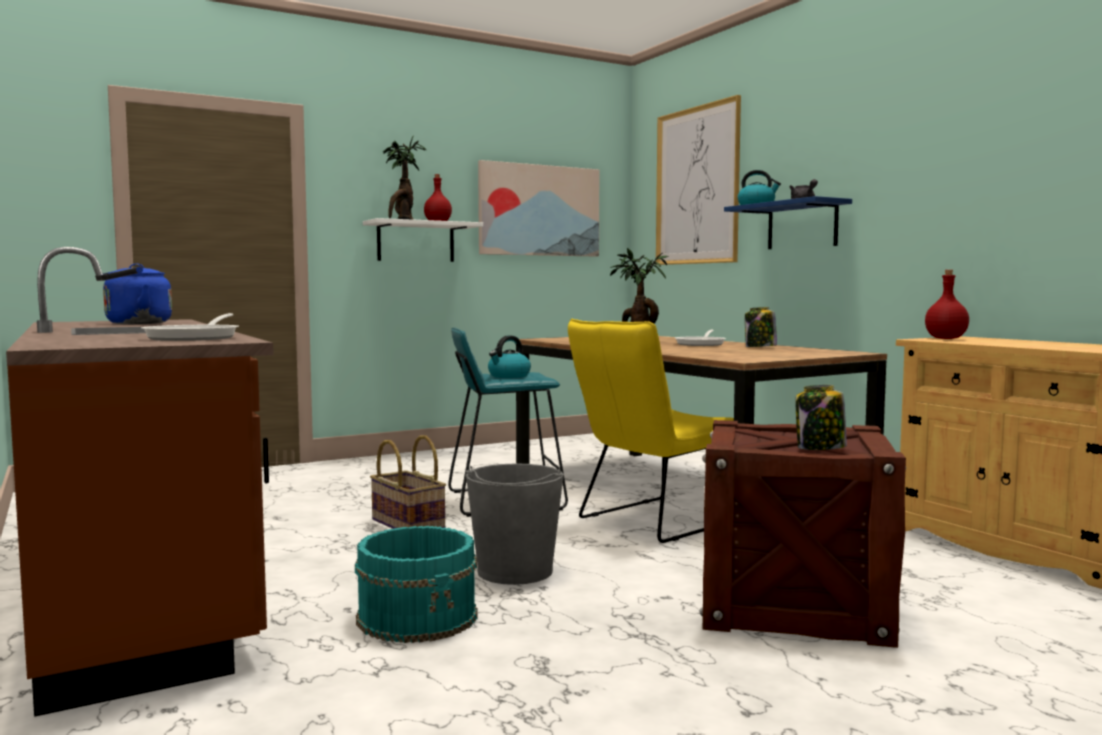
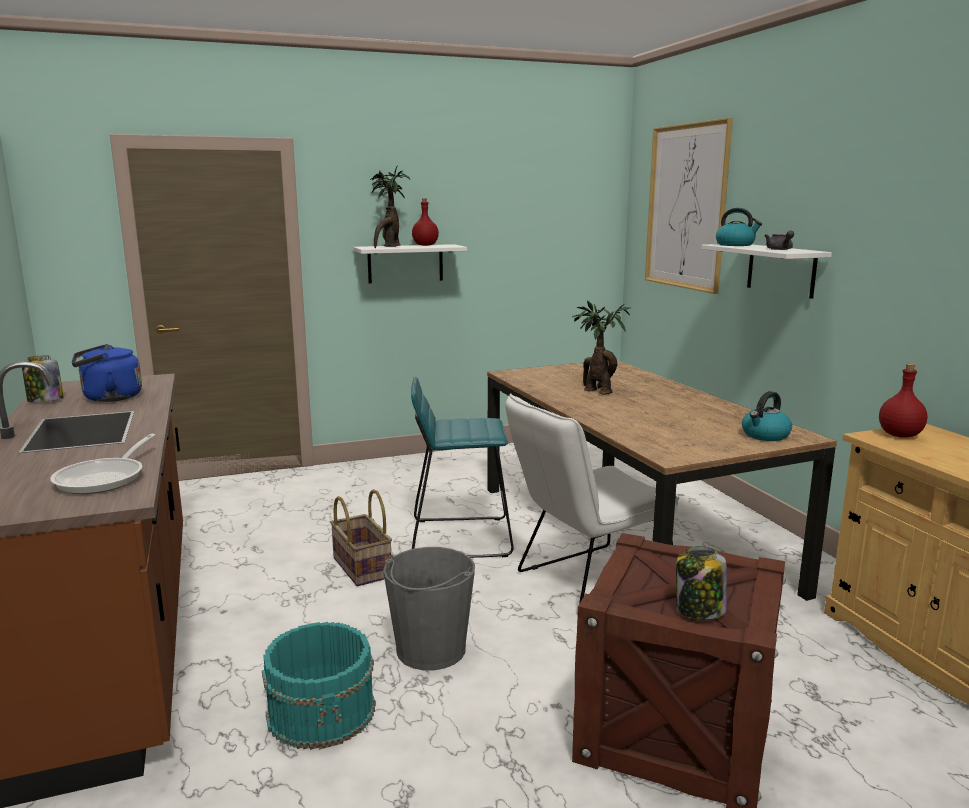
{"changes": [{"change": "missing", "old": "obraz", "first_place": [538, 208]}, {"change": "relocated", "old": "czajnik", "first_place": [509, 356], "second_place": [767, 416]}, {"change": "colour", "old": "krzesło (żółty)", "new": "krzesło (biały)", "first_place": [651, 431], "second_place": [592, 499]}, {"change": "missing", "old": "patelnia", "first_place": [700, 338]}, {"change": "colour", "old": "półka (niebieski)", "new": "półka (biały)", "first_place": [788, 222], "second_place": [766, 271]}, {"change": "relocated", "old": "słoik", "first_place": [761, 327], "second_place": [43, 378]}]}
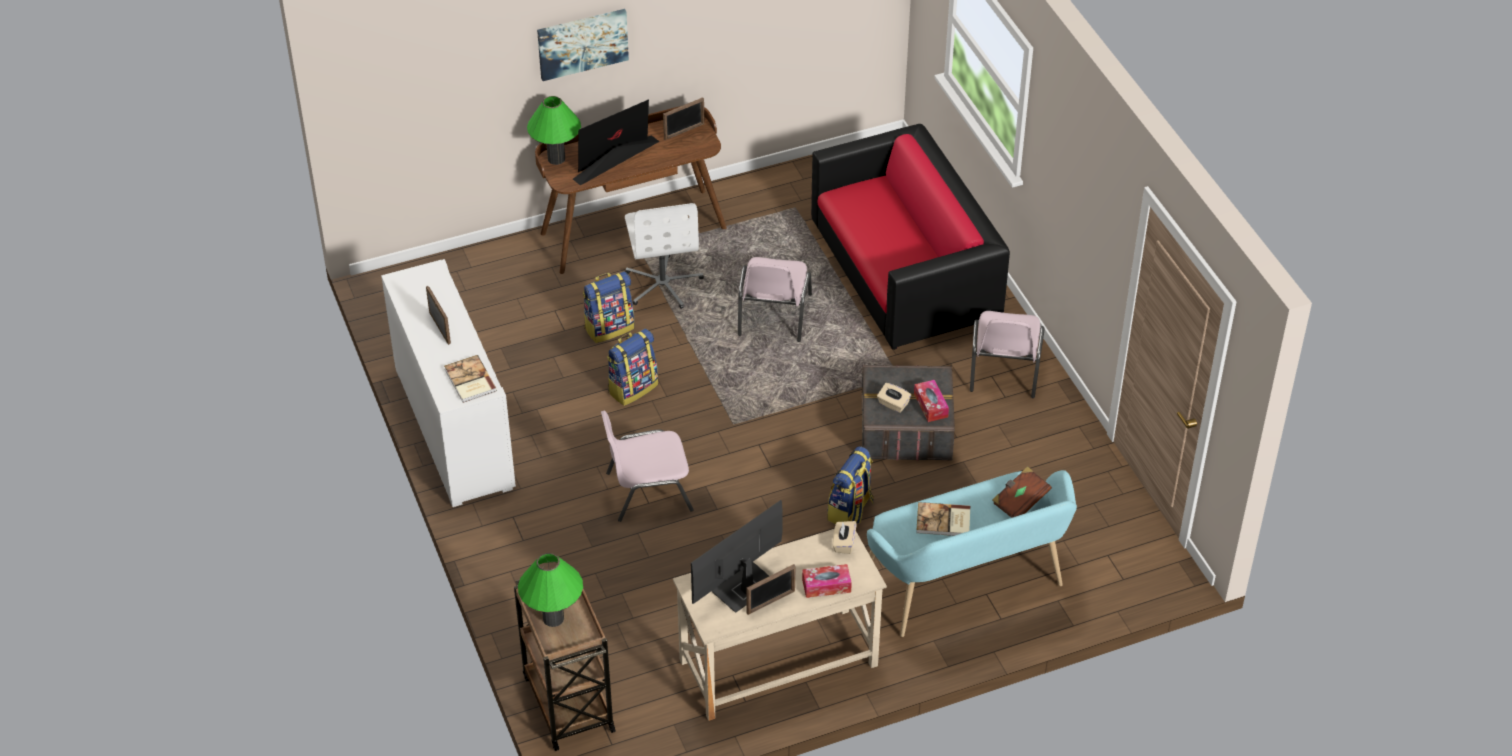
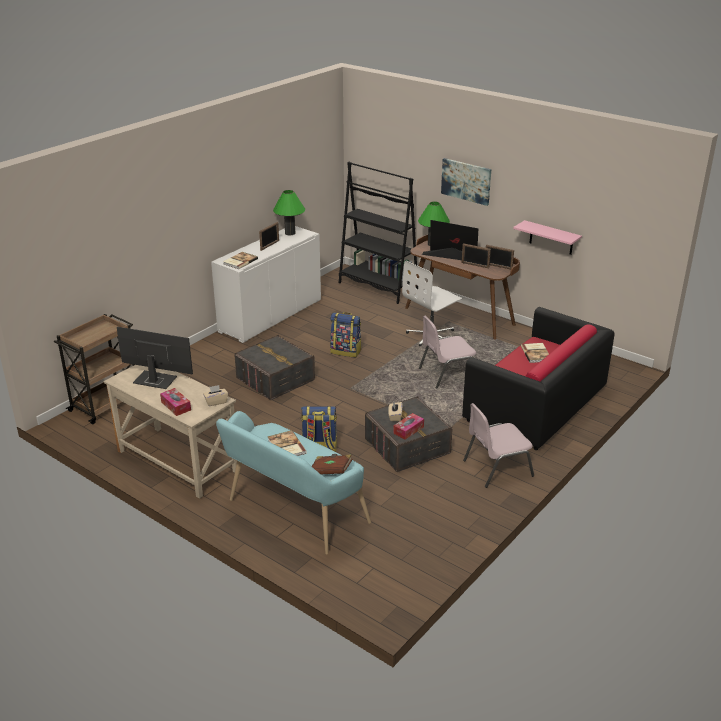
{"changes": [{"change": "relocated", "old": "lampa stołowa (zielony)", "first_place": [550, 590], "second_place": [289, 212]}, {"change": "missing", "old": "plecak", "first_place": [609, 307]}, {"change": "exchanged", "old": "krzesło (różowy)", "new": "pojemnik do przechowywania (szary)", "first_place": [647, 466], "second_place": [275, 367]}, {"change": "relocated", "old": "ramka na zdjęcie", "first_place": [771, 589], "second_place": [476, 256]}, {"change": "appeared", "new": "regał (czarny)", "second_place": [378, 233]}, {"change": "appeared", "new": "półka (różowy)", "second_place": [547, 237]}, {"change": "appeared", "new": "książka", "second_place": [535, 353]}]}
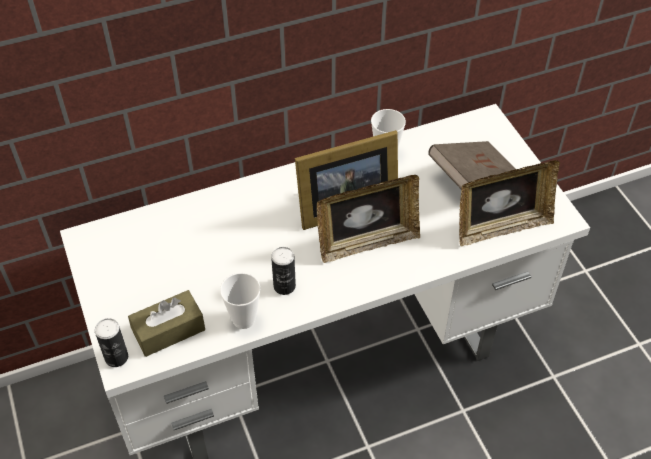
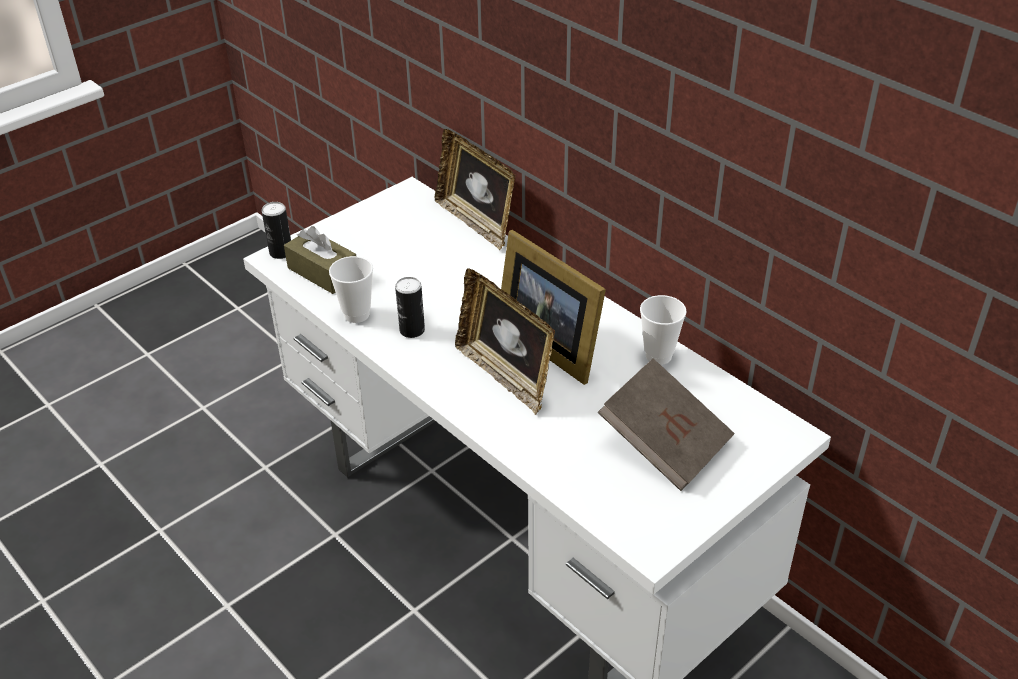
{"changes": [{"change": "relocated", "old": "ramka na zdjęcie", "first_place": [509, 203], "second_place": [475, 189]}]}
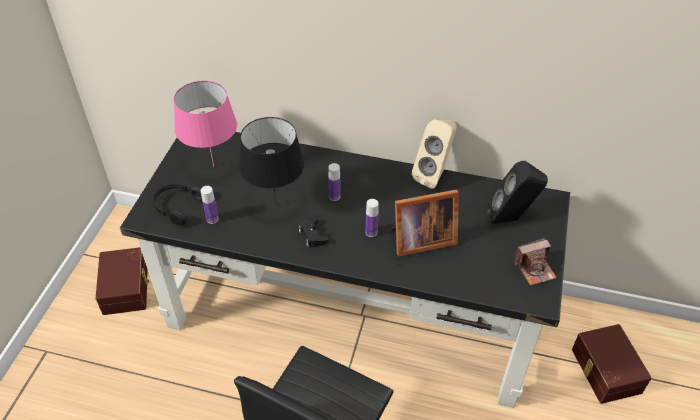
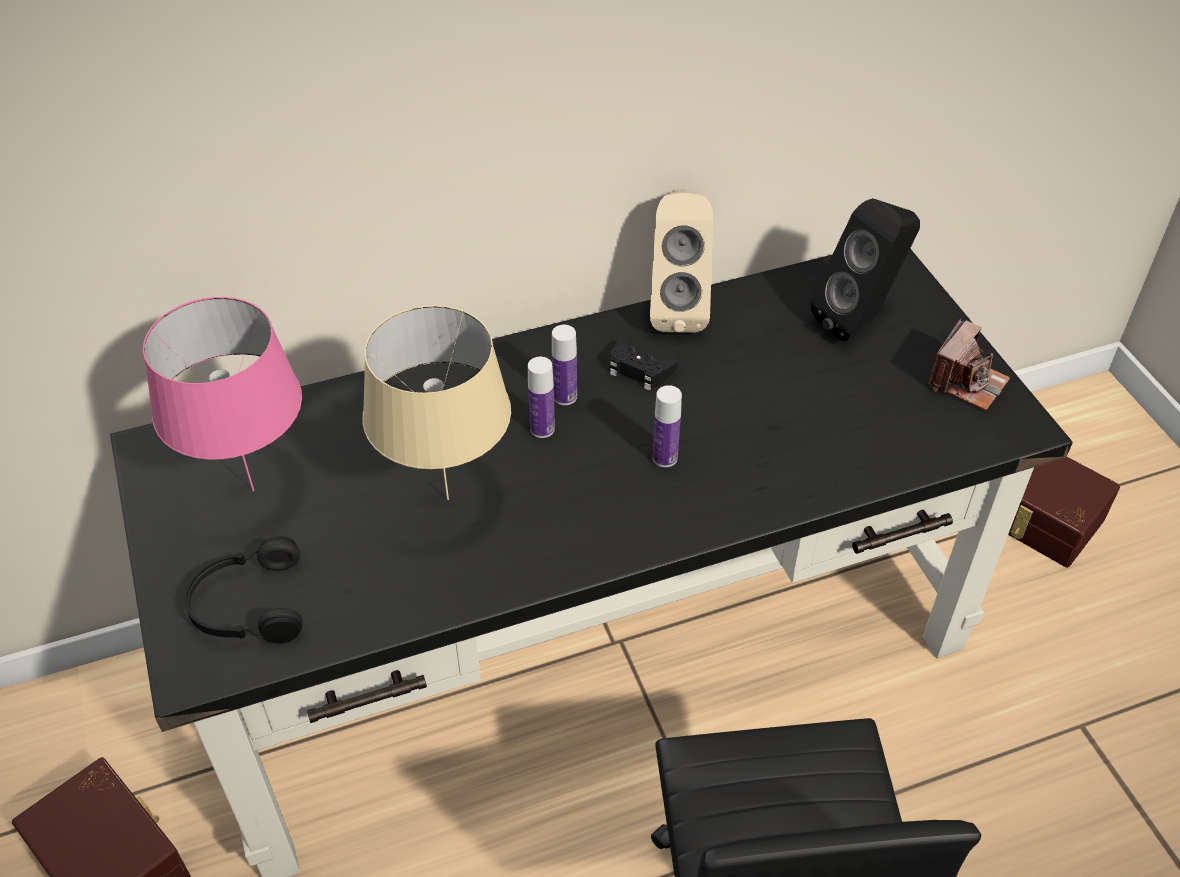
{"changes": [{"change": "relocated", "old": "butelka", "first_place": [210, 205], "second_place": [564, 365]}, {"change": "colour", "old": "lampa stołowa (czarny)", "new": "lampa stołowa (beżowy)", "first_place": [271, 160], "second_place": [436, 402]}, {"change": "relocated", "old": "pad do gier (czarny)", "first_place": [314, 232], "second_place": [644, 364]}, {"change": "missing", "old": "ramka na zdjęcie", "first_place": [425, 223]}]}
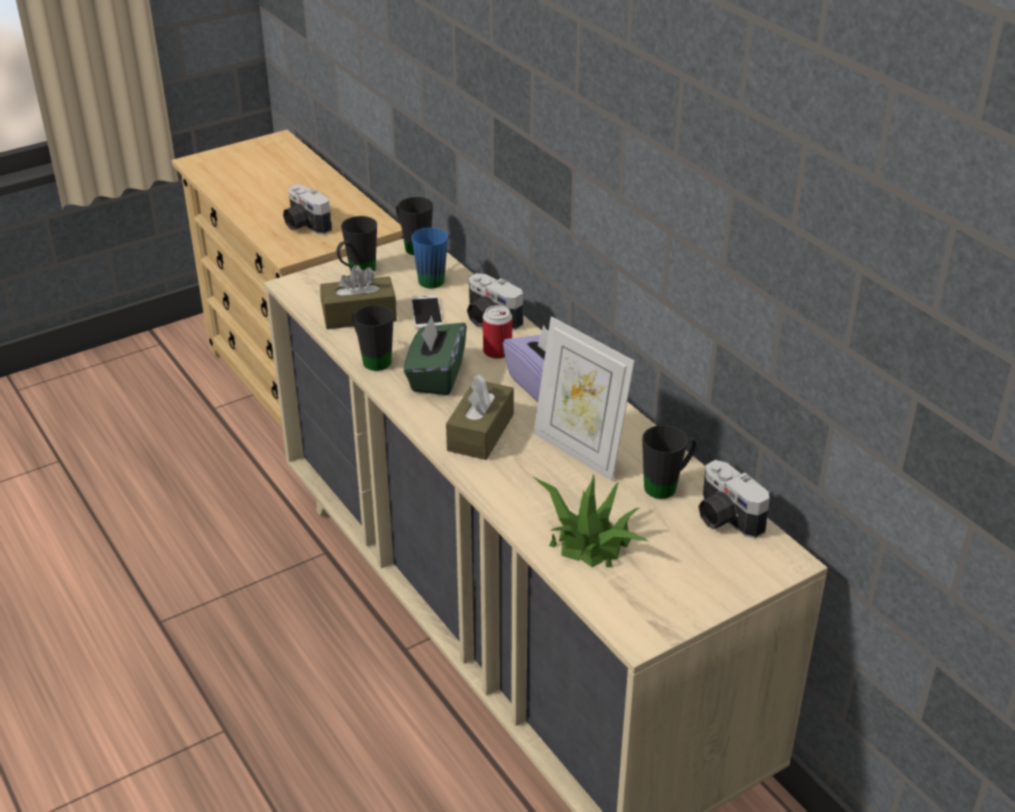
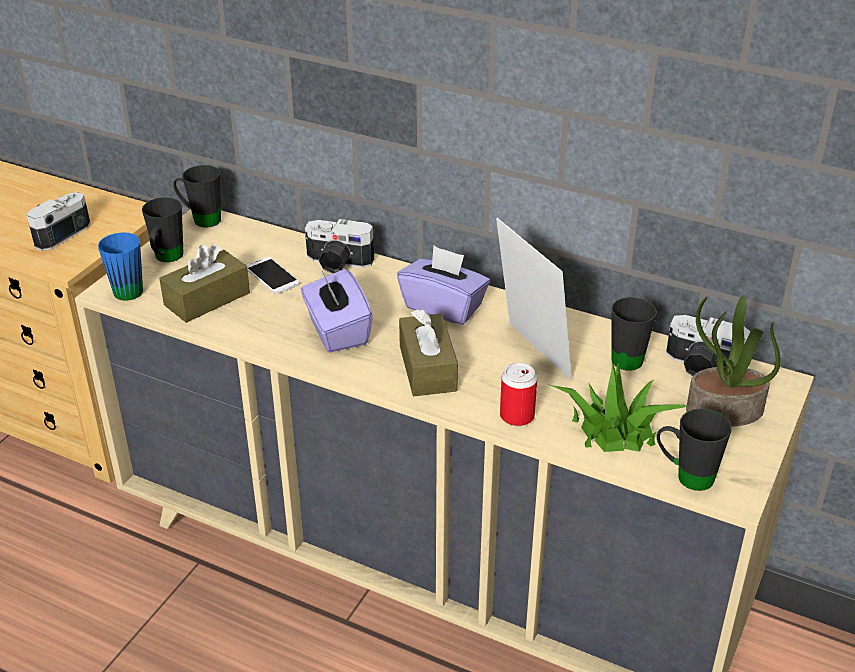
{"changes": [{"change": "spun", "old": "aparat fotograficzny", "first_place": [307, 210], "second_place": [58, 221], "degrees": 105}, {"change": "relocated", "old": "kubek (czarny)", "first_place": [373, 338], "second_place": [694, 450]}, {"change": "colour", "old": "pudełko chusteczek (zielony)", "new": "pudełko chusteczek (fioletowy)", "first_place": [435, 355], "second_place": [337, 310]}, {"change": "relocated", "old": "kubek (niebieski)", "first_place": [430, 258], "second_place": [120, 266]}, {"change": "relocated", "old": "puszka", "first_place": [497, 332], "second_place": [518, 394]}, {"change": "spun", "old": "ramka na zdjęcie", "first_place": [584, 398], "second_place": [534, 299], "degrees": -135}, {"change": "appeared", "new": "roślina doniczkowa", "second_place": [733, 361]}]}
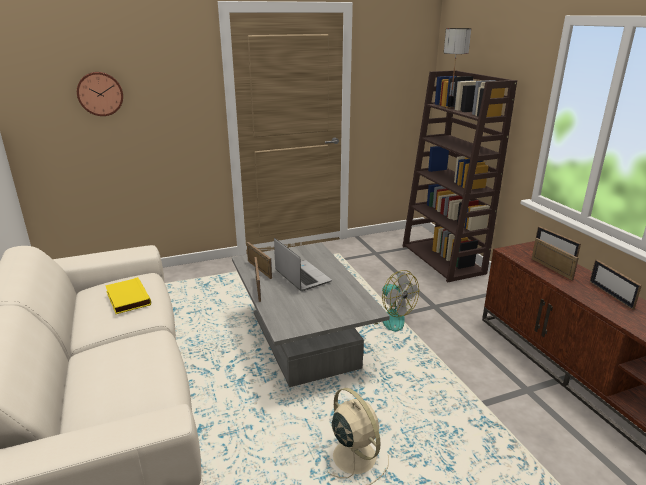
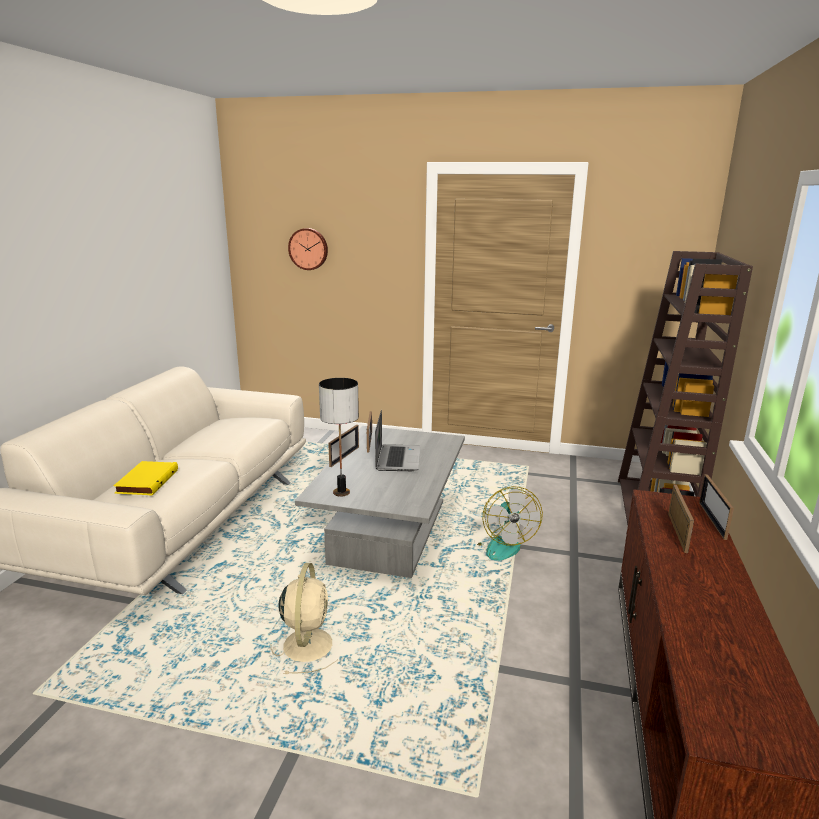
{"changes": [{"change": "relocated", "old": "książka (żółty)", "first_place": [128, 295], "second_place": [145, 478]}, {"change": "relocated", "old": "lampa stołowa", "first_place": [457, 68], "second_place": [339, 437]}, {"change": "missing", "old": "ramka na zdjęcie", "first_place": [616, 284]}]}
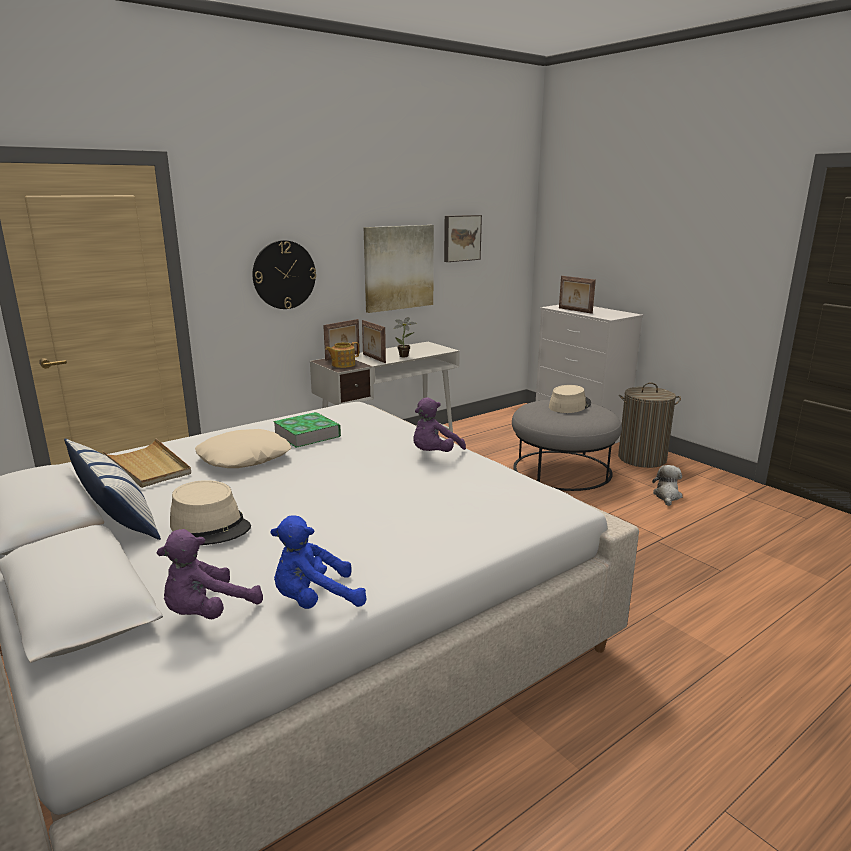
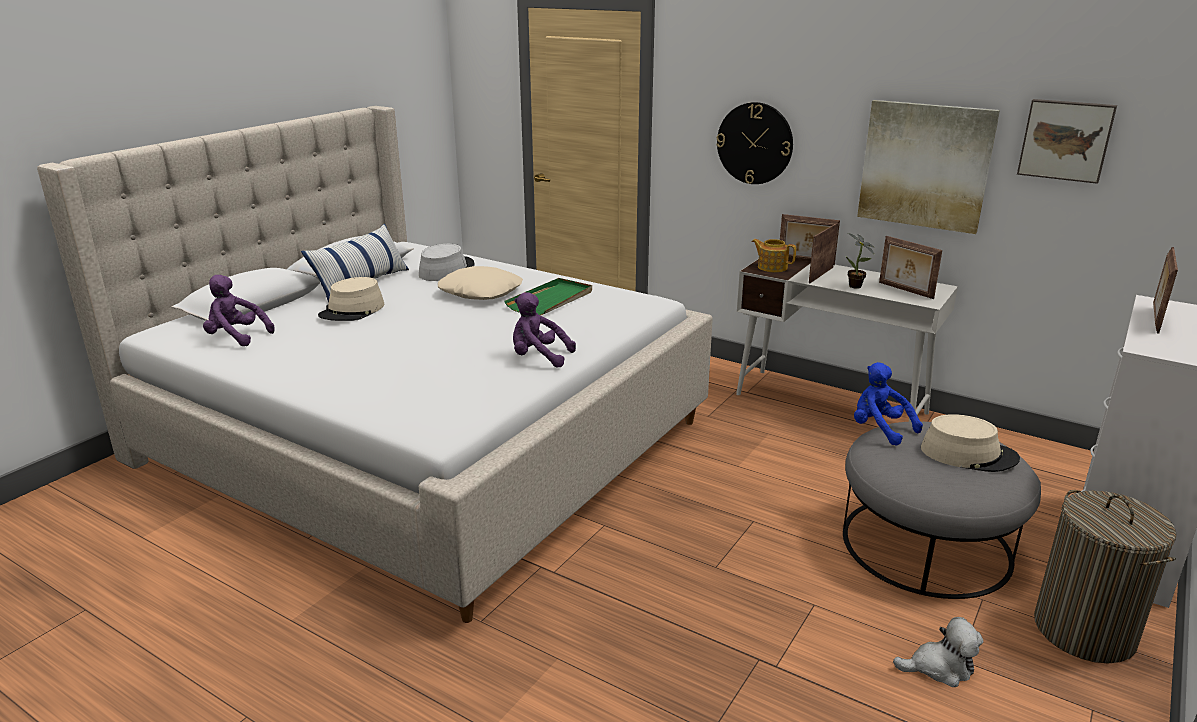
{"changes": [{"change": "exchanged", "old": "taca (beżowy)", "new": "kapelusz (szary)", "first_place": [146, 463], "second_place": [447, 262]}, {"change": "relocated", "old": "pluszak (niebieski)", "first_place": [318, 562], "second_place": [888, 404]}, {"change": "exchanged", "old": "książka", "new": "taca (zielony)", "first_place": [307, 430], "second_place": [548, 296]}, {"change": "appeared", "new": "ramka na zdjęcie", "second_place": [910, 267]}]}
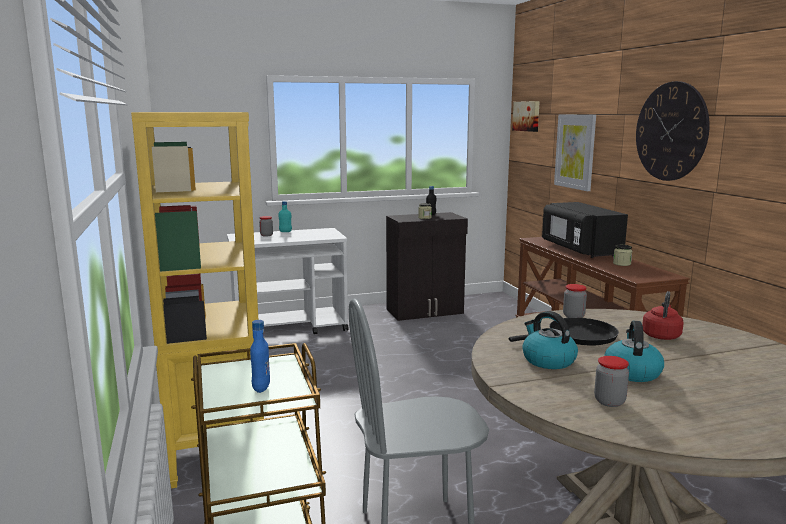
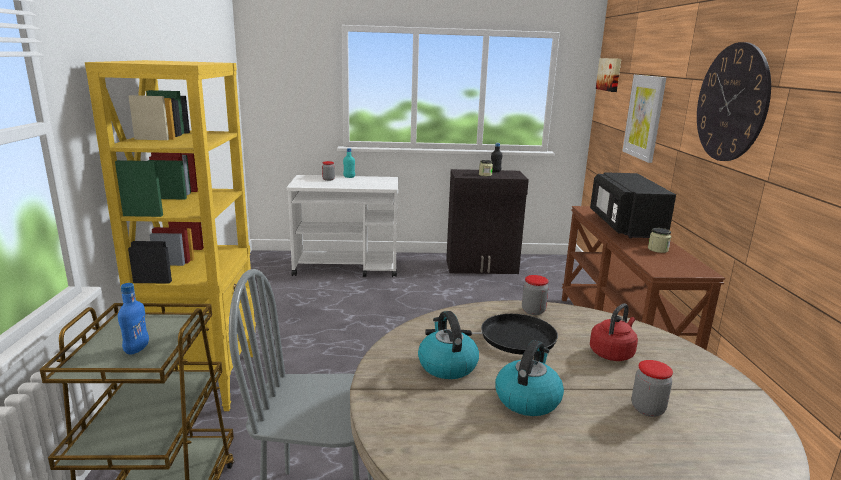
{"changes": [{"change": "relocated", "old": "słoik", "first_place": [611, 381], "second_place": [652, 388]}]}
